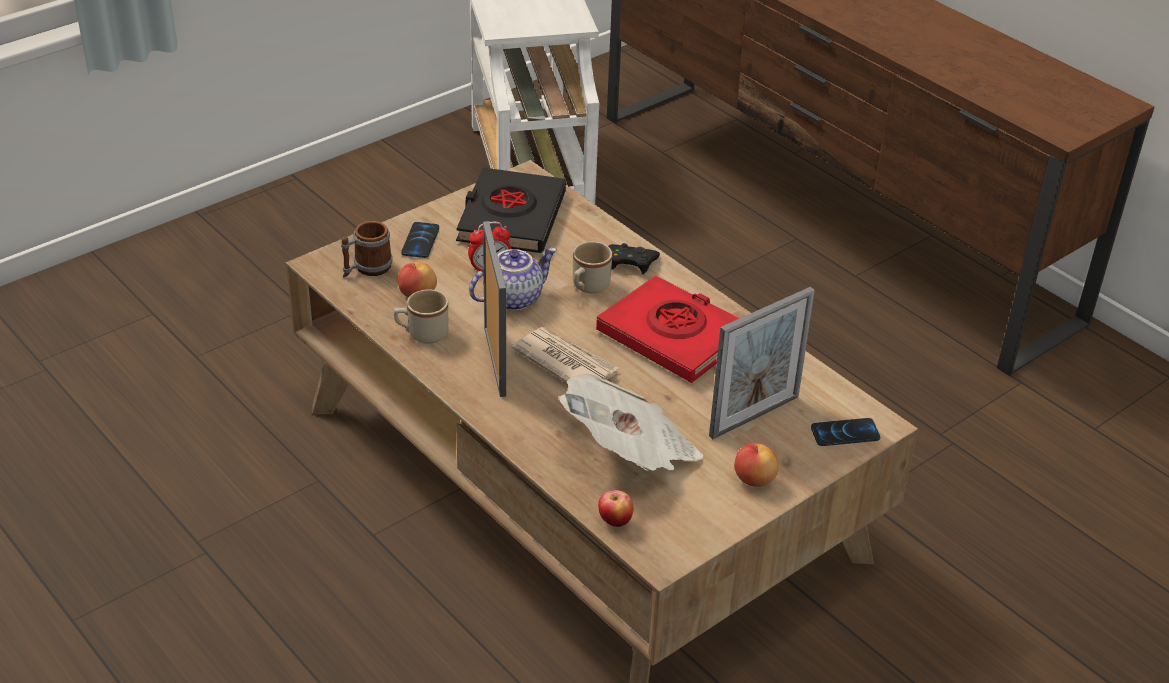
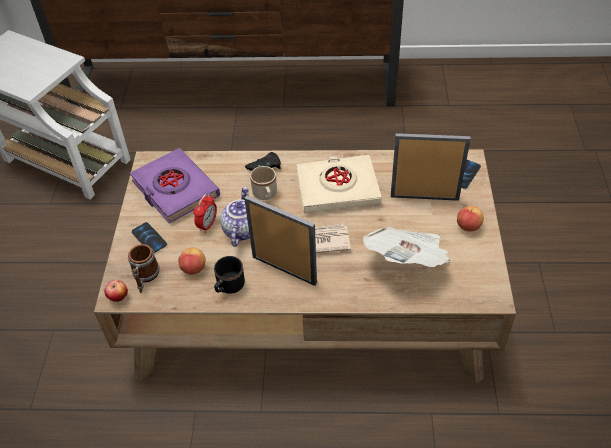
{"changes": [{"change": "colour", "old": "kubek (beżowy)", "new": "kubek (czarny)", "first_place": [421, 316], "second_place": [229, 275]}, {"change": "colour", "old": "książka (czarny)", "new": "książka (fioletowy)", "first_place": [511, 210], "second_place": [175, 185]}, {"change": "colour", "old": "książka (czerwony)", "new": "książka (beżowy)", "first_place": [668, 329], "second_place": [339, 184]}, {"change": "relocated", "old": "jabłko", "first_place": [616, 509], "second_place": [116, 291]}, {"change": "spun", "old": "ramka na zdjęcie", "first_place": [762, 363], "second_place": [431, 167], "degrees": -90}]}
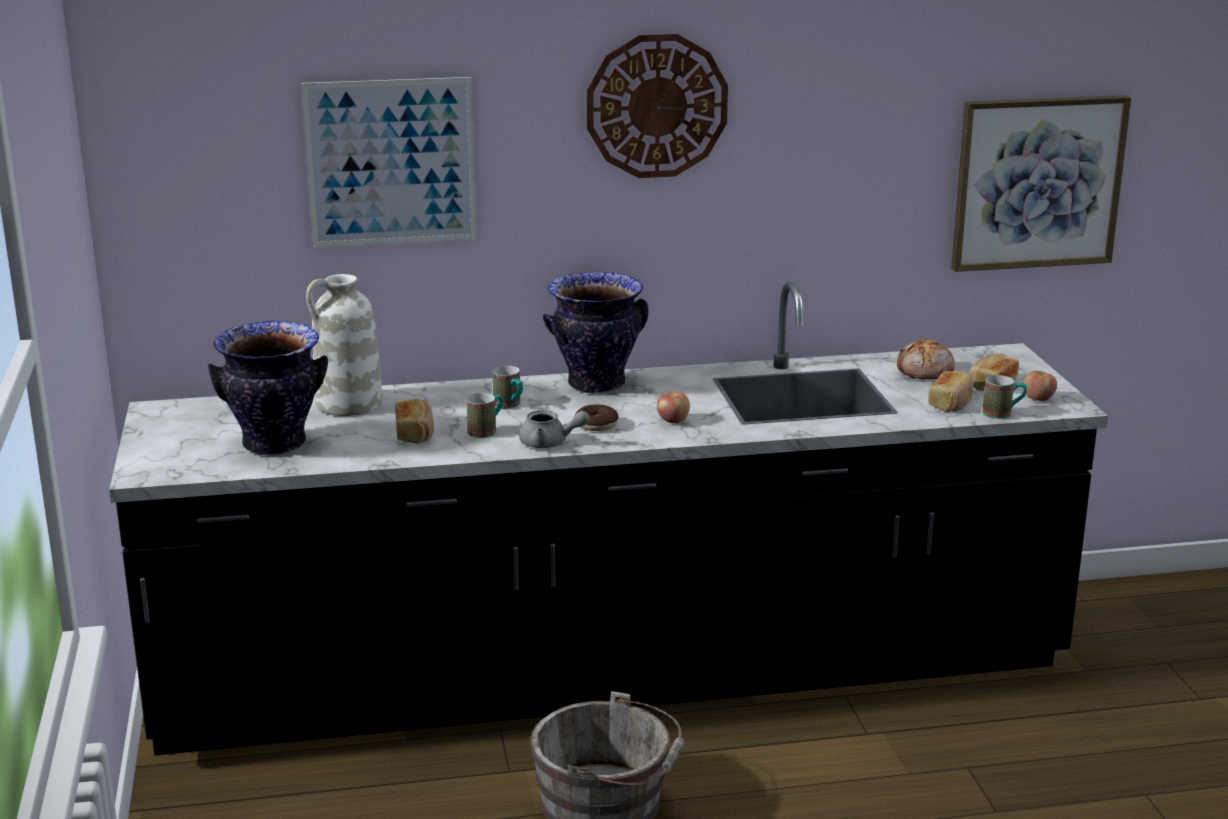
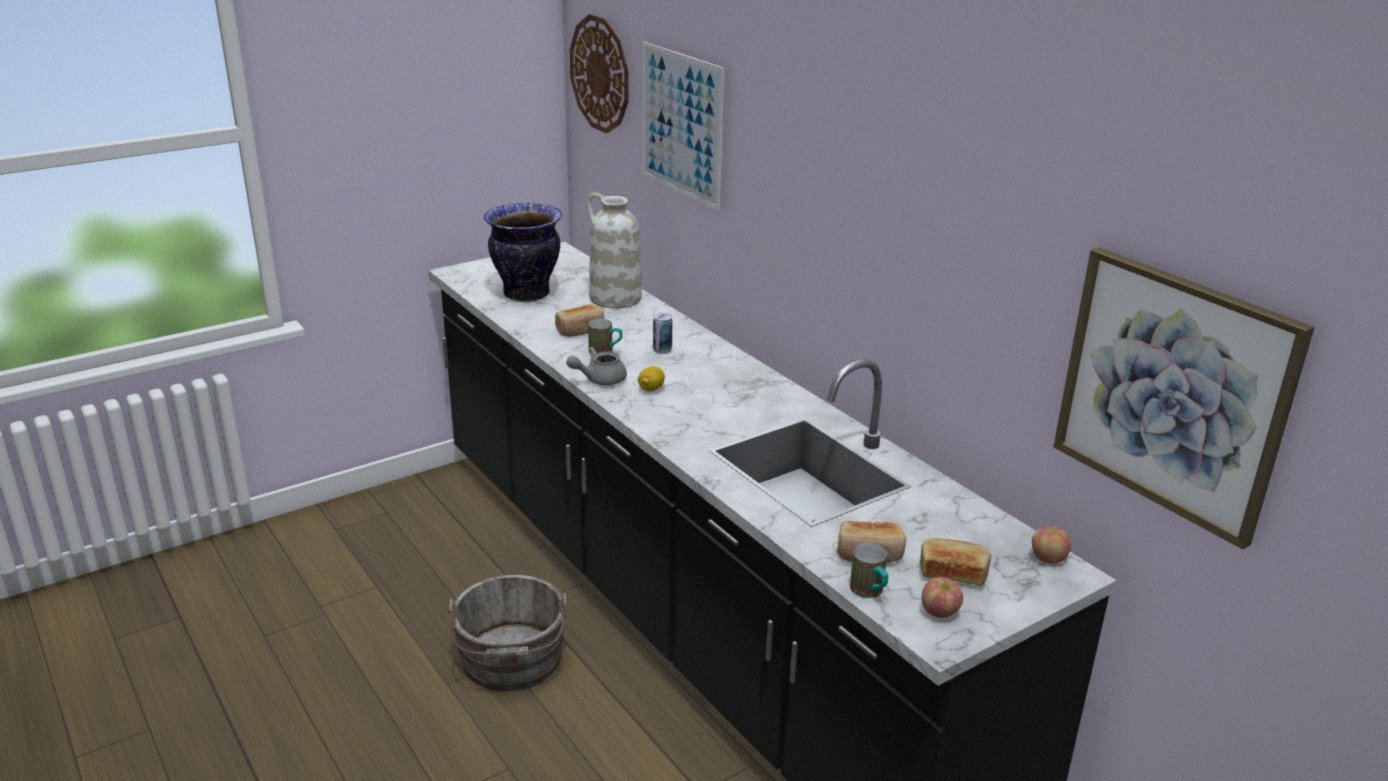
{"changes": [{"change": "exchanged", "old": "kubek", "new": "puszka", "first_place": [507, 386], "second_place": [662, 333]}, {"change": "spun", "old": "imbryk (szary)", "first_place": [554, 429], "second_place": [596, 366], "degrees": 75}, {"change": "missing", "old": "wazon", "first_place": [596, 332]}, {"change": "exchanged", "old": "donut", "new": "cytryna", "first_place": [597, 417], "second_place": [651, 378]}, {"change": "relocated", "old": "zegar ścienny", "first_place": [657, 106], "second_place": [599, 73]}, {"change": "relocated", "old": "jabłko", "first_place": [673, 407], "second_place": [1051, 544]}, {"change": "missing", "old": "chleb", "first_place": [926, 359]}]}
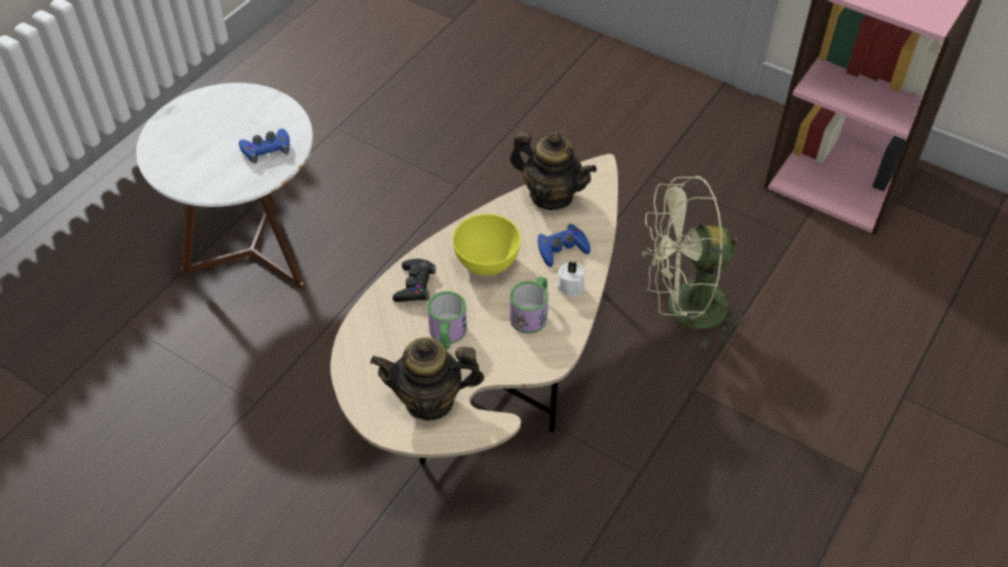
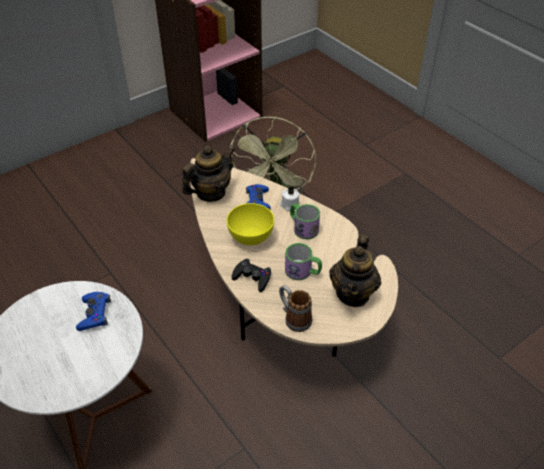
{"changes": [{"change": "appeared", "new": "kubek", "second_place": [295, 308]}]}
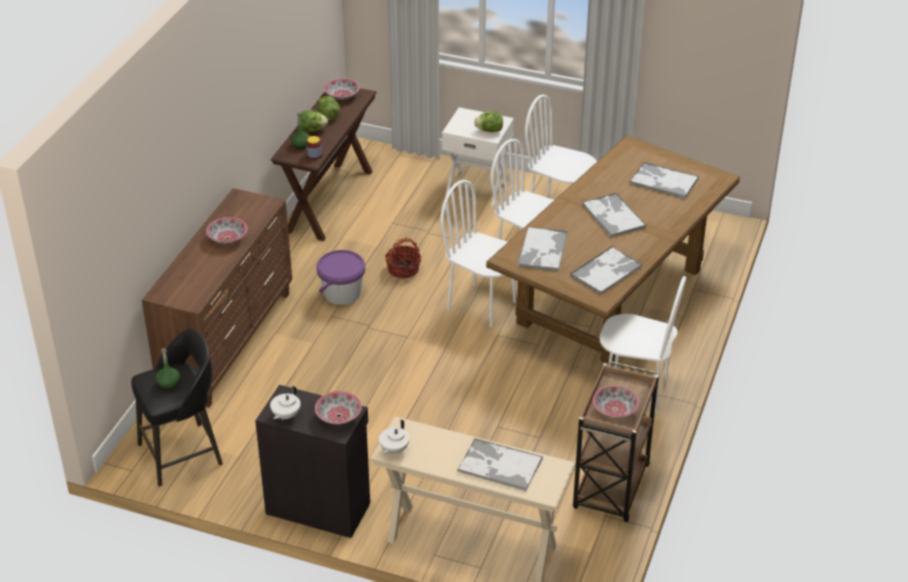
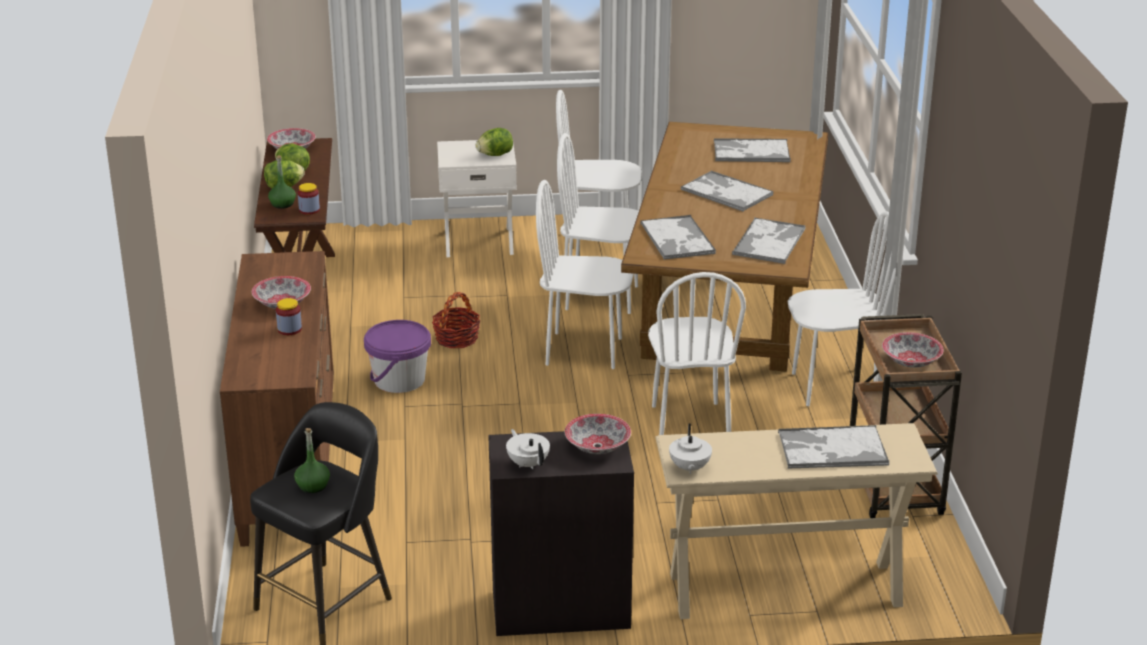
{"changes": [{"change": "spun", "old": "imbryk (biały)", "first_place": [285, 403], "second_place": [528, 449], "degrees": 150}, {"change": "appeared", "new": "słoik", "second_place": [289, 316]}, {"change": "appeared", "new": "krzesło (biały)", "second_place": [697, 353]}]}
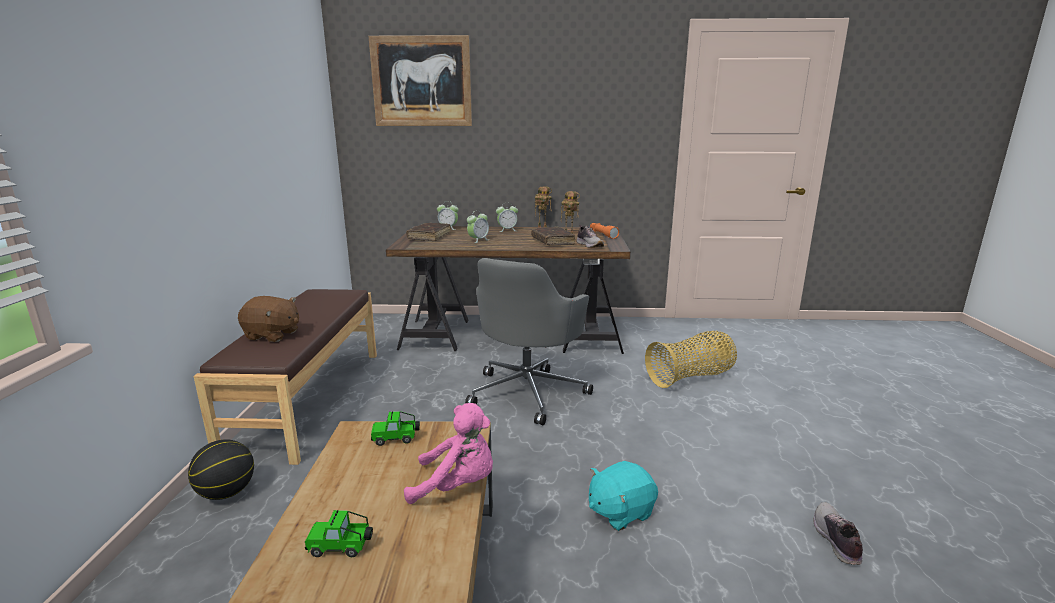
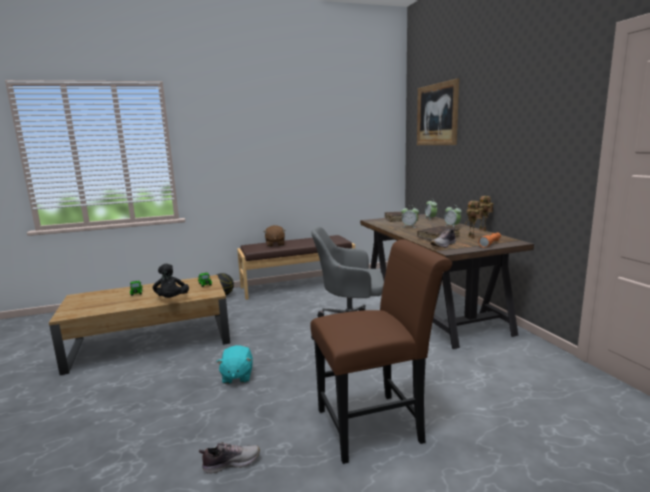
{"changes": [{"change": "colour", "old": "pluszak (różowy)", "new": "pluszak (czarny)", "first_place": [448, 453], "second_place": [171, 281]}, {"change": "spun", "old": "pluszak (turkusowy)", "first_place": [623, 496], "second_place": [234, 364], "degrees": -135}, {"change": "missing", "old": "koszyk", "first_place": [691, 359]}, {"change": "appeared", "new": "krzesło (brązowy)", "second_place": [381, 351]}]}
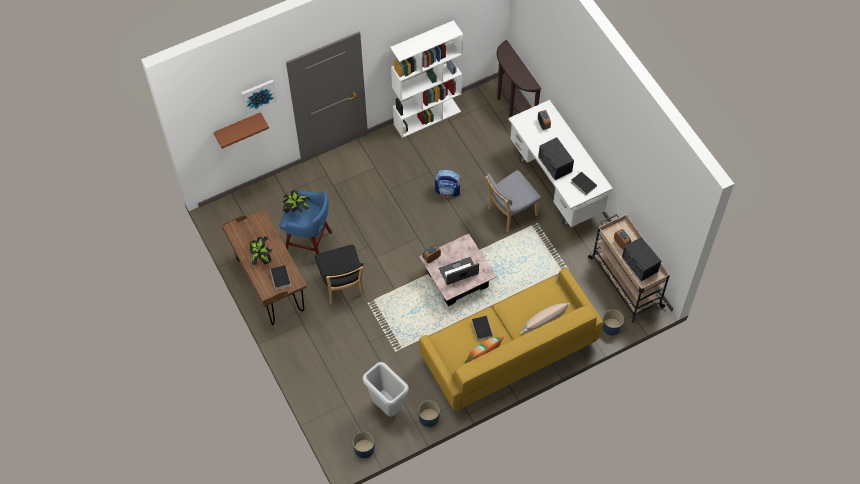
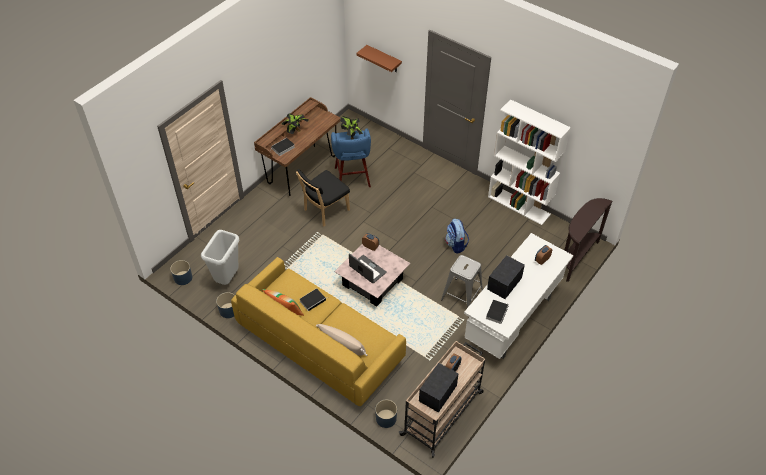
{"changes": [{"change": "missing", "old": "obraz", "first_place": [259, 96]}, {"change": "exchanged", "old": "krzesło (szary)", "new": "stołek (szary)", "first_place": [513, 201], "second_place": [462, 281]}]}
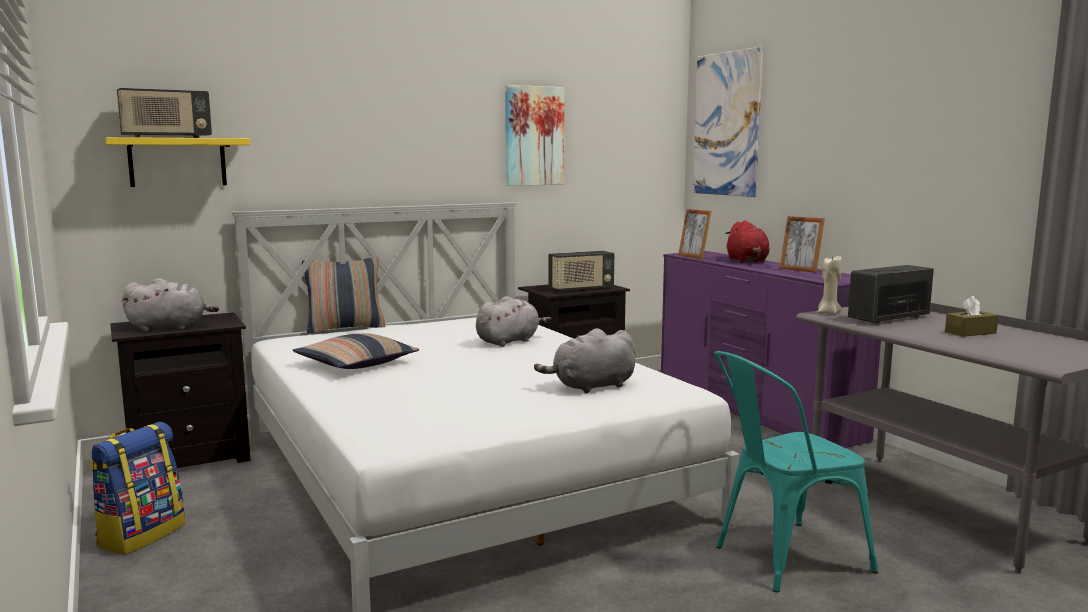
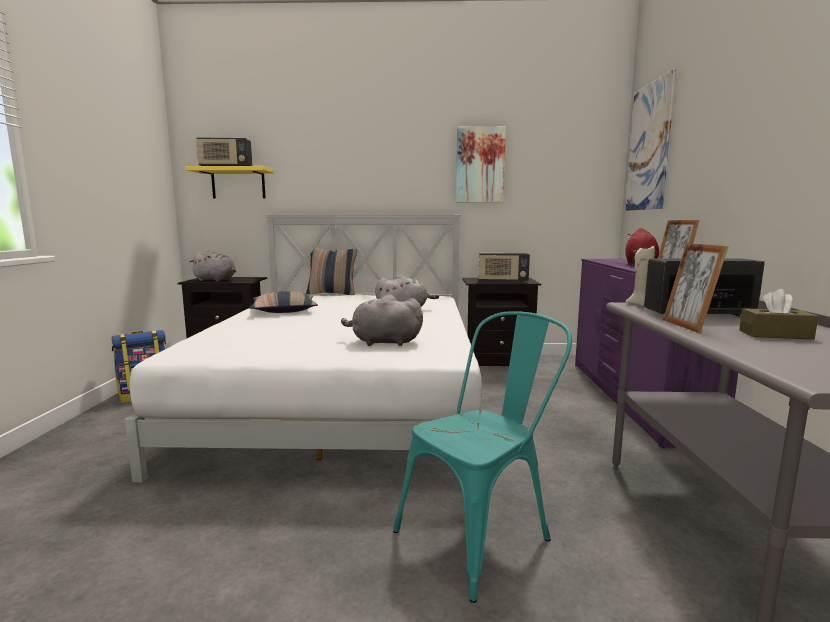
{"changes": [{"change": "relocated", "old": "ramka na zdjęcie", "first_place": [695, 234], "second_place": [695, 288]}, {"change": "spun", "old": "krzesło (turkusowy)", "first_place": [796, 472], "second_place": [482, 457], "degrees": 135}]}
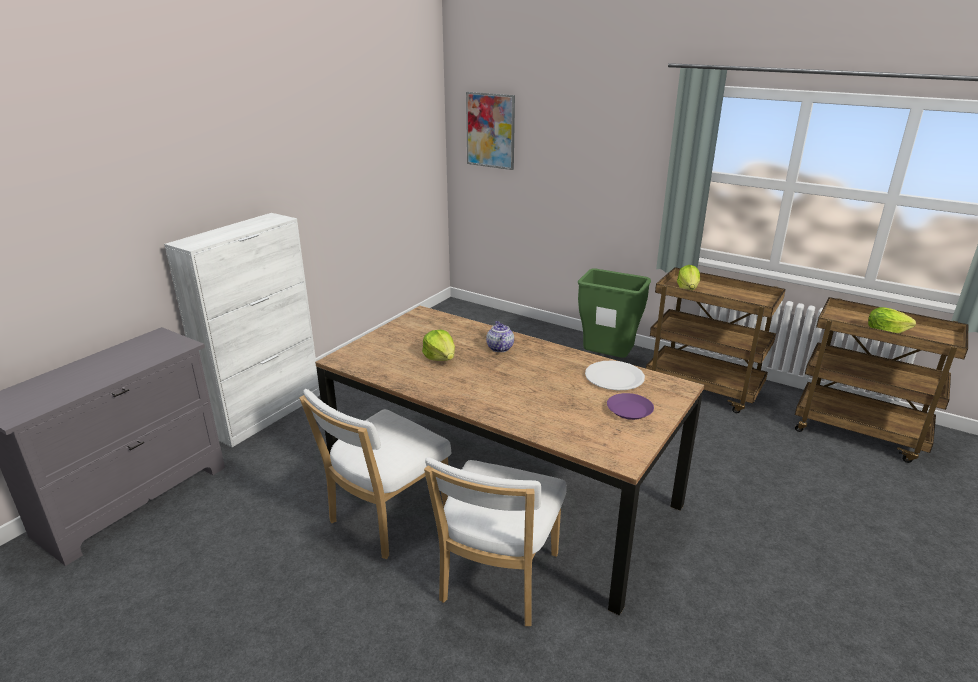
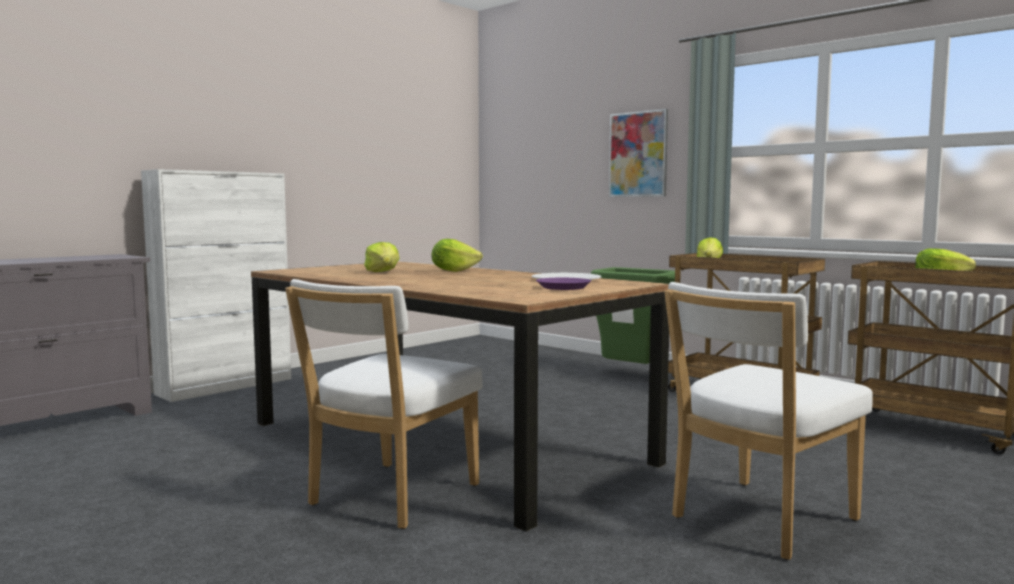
{"changes": [{"change": "relocated", "old": "krzesło (biały)", "first_place": [375, 474], "second_place": [768, 421]}, {"change": "relocated", "old": "obraz", "first_place": [490, 131], "second_place": [638, 153]}, {"change": "exchanged", "old": "imbryk", "new": "sałata", "first_place": [500, 336], "second_place": [457, 255]}]}
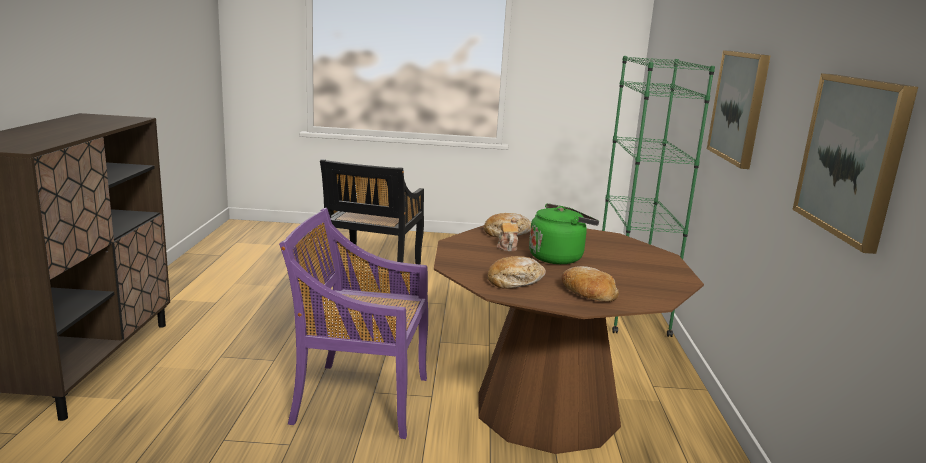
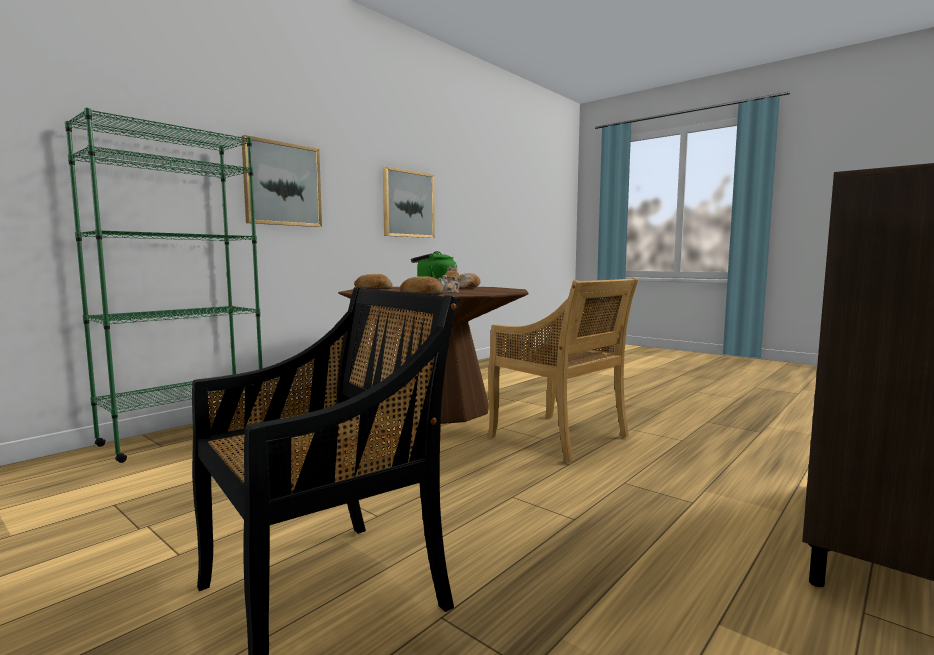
{"changes": [{"change": "colour", "old": "krzesło (fioletowy)", "new": "krzesło (beżowy)", "first_place": [353, 323], "second_place": [563, 370]}, {"change": "relocated", "old": "chleb", "first_place": [517, 272], "second_place": [373, 281]}]}
